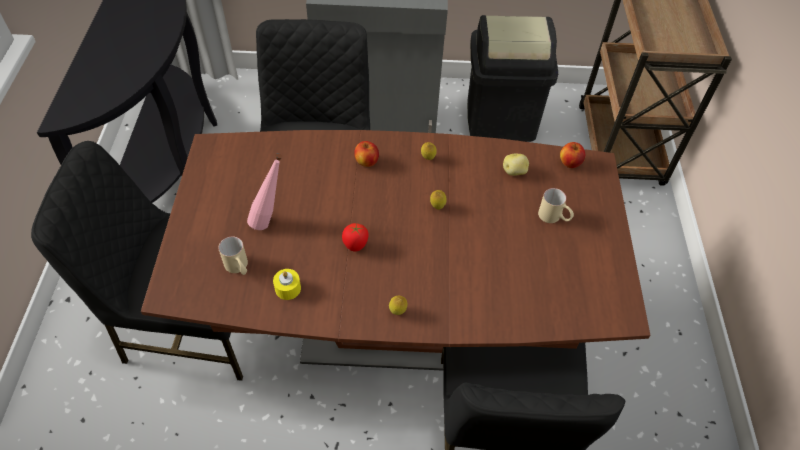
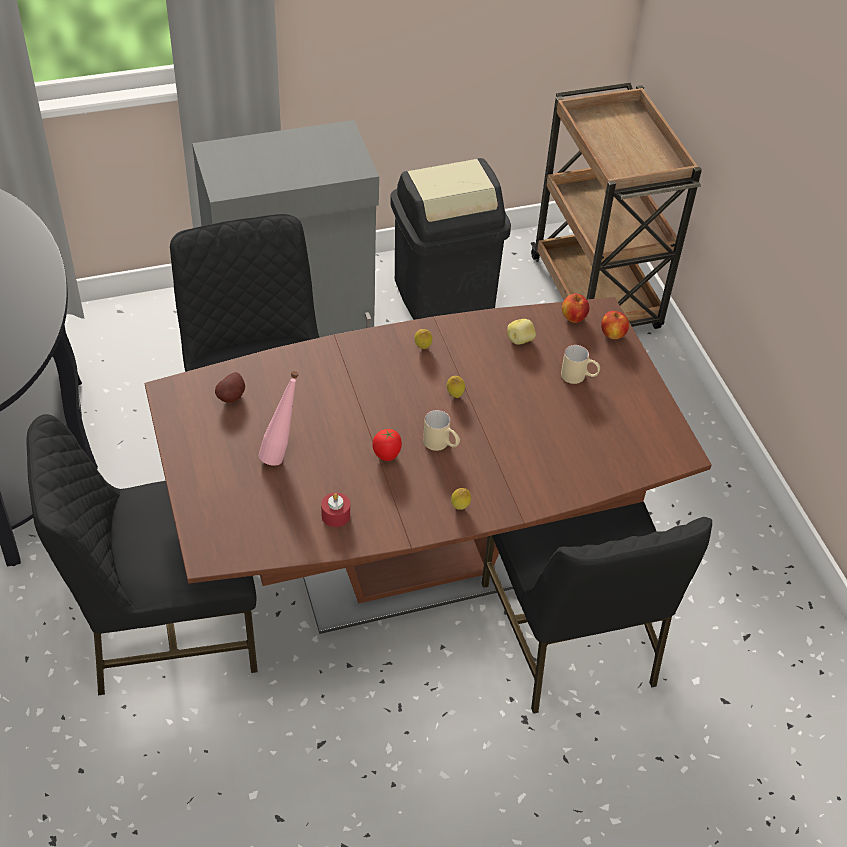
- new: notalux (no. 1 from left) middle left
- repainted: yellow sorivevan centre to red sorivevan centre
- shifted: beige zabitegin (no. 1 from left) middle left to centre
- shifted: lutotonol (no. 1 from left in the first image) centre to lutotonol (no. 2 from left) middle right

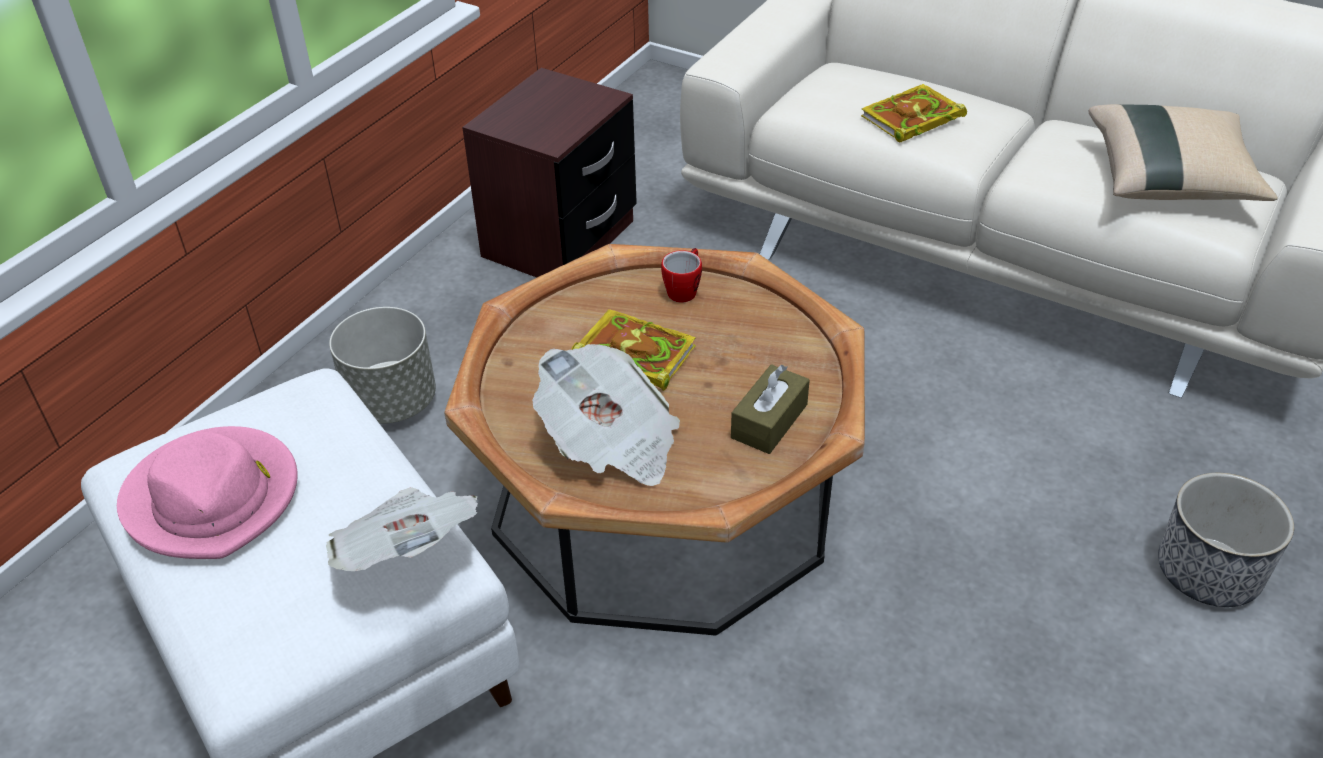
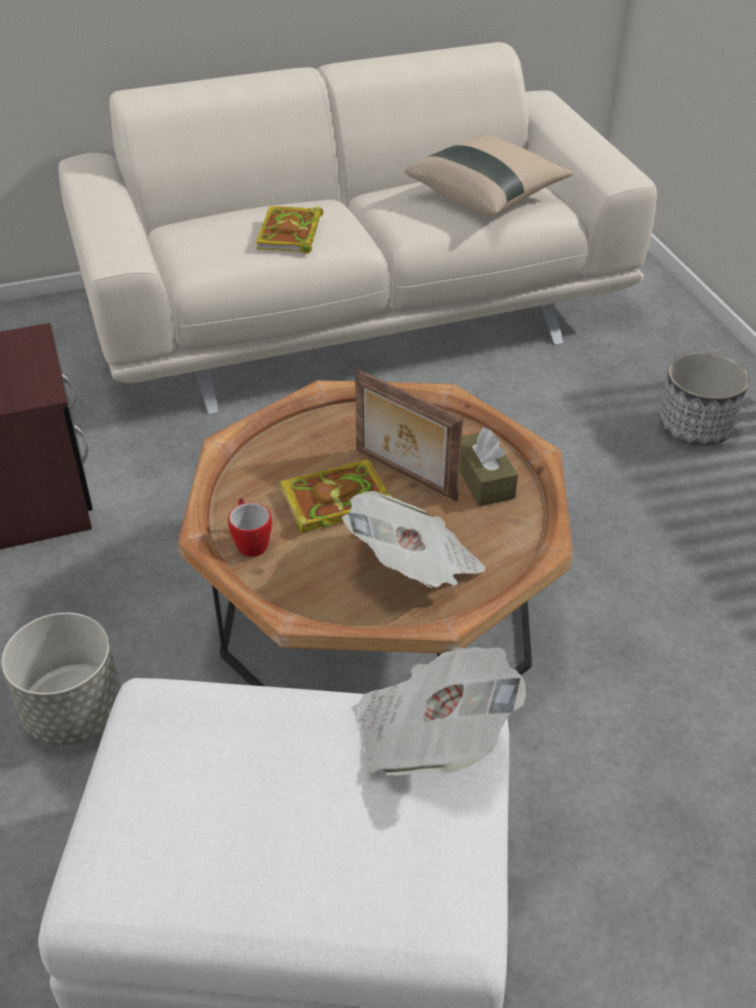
- shifted: zabitegin centre to middle left
- new: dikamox centre
- gone: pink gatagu middle left

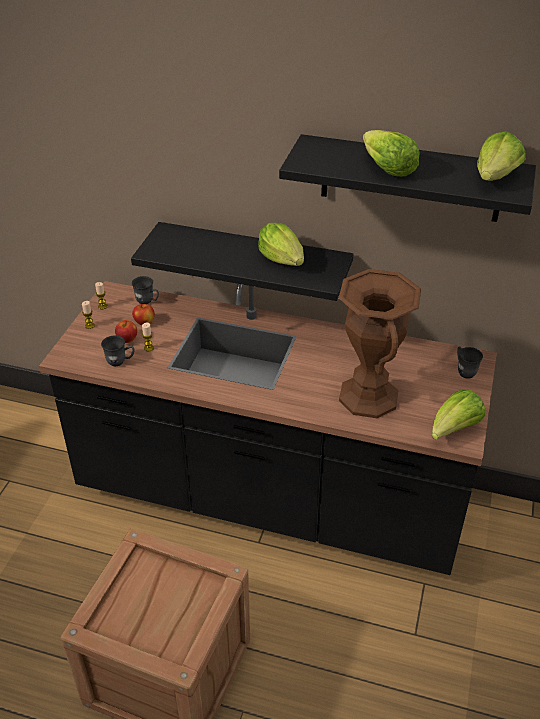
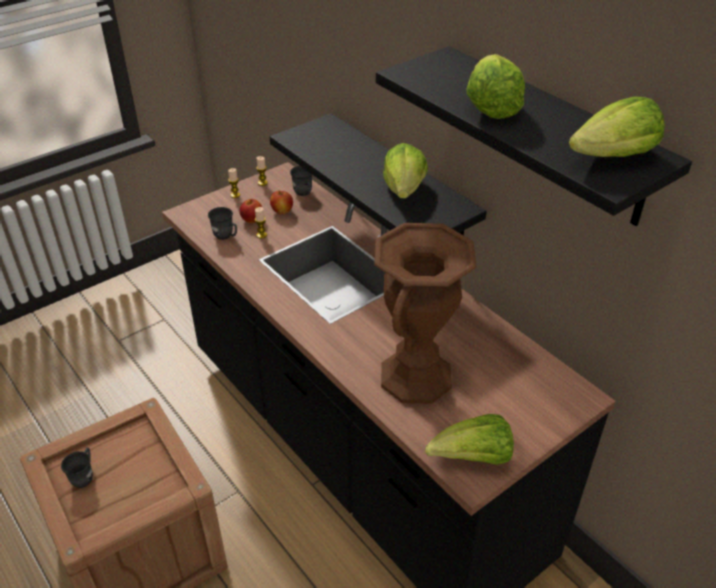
- shifted: grey zabitegin (no. 3 from left in the first image) middle right to grey zabitegin (no. 1 from left) bottom left

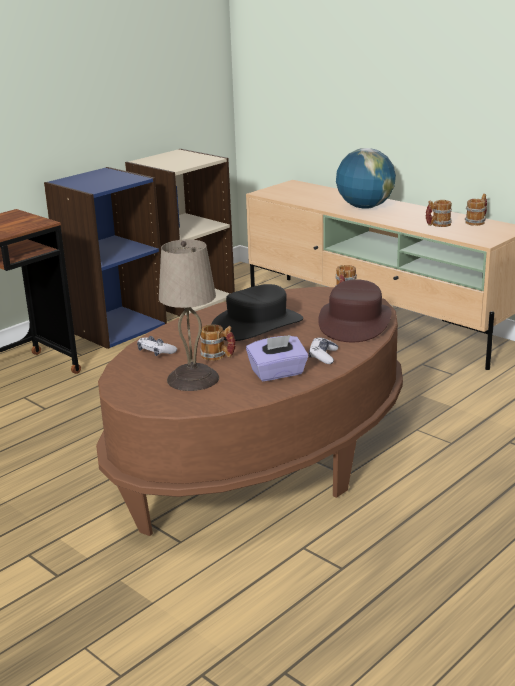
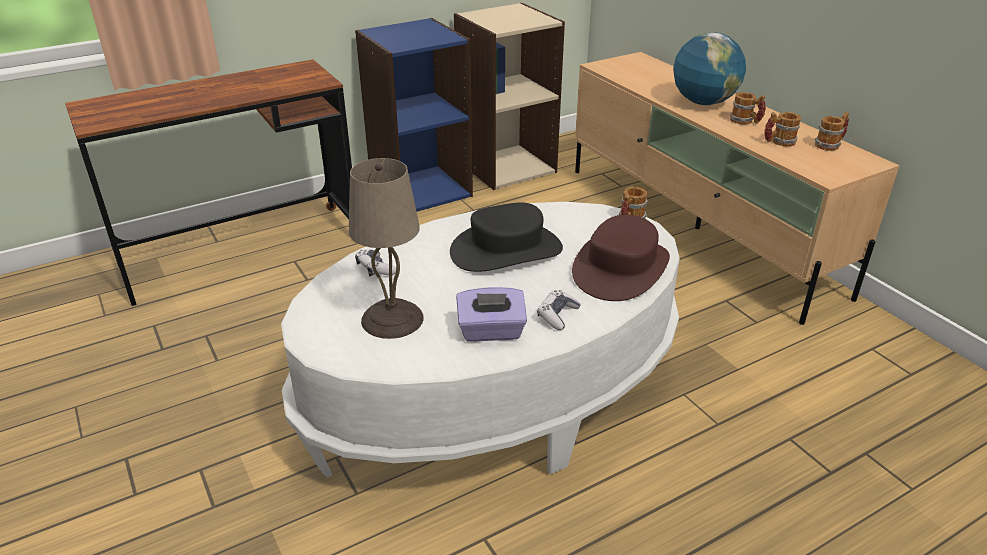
- repainted: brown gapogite centre to white gapogite centre
- shifted: zabitegin (no. 1 from left in the first image) centre to zabitegin (no. 2 from left) top right

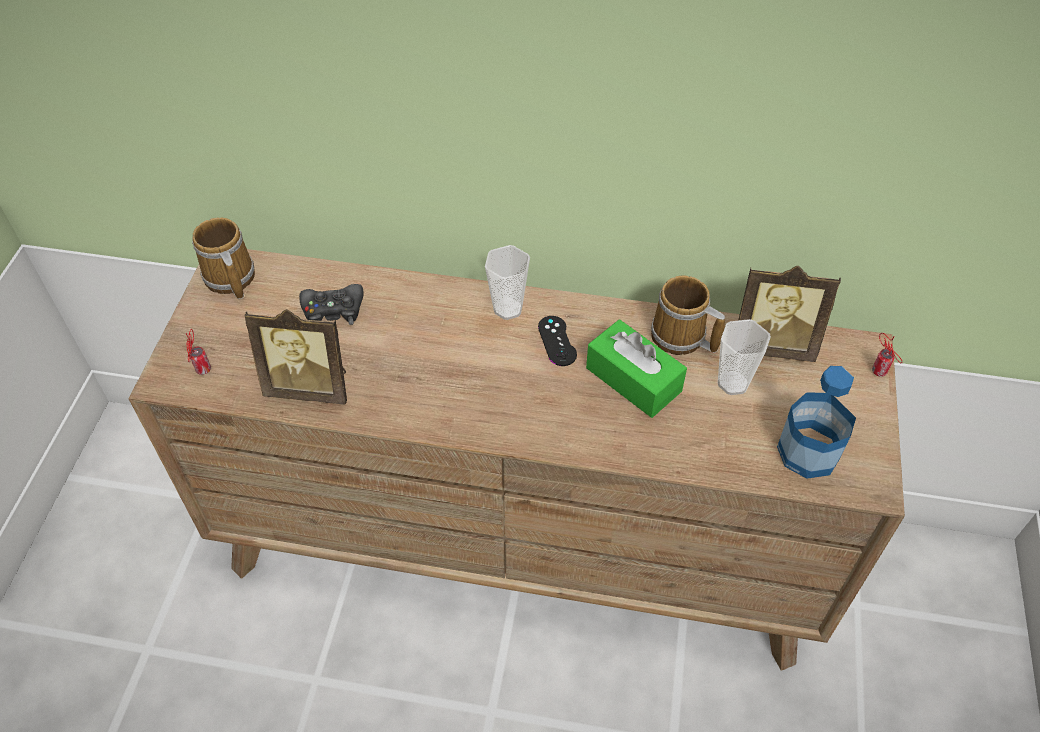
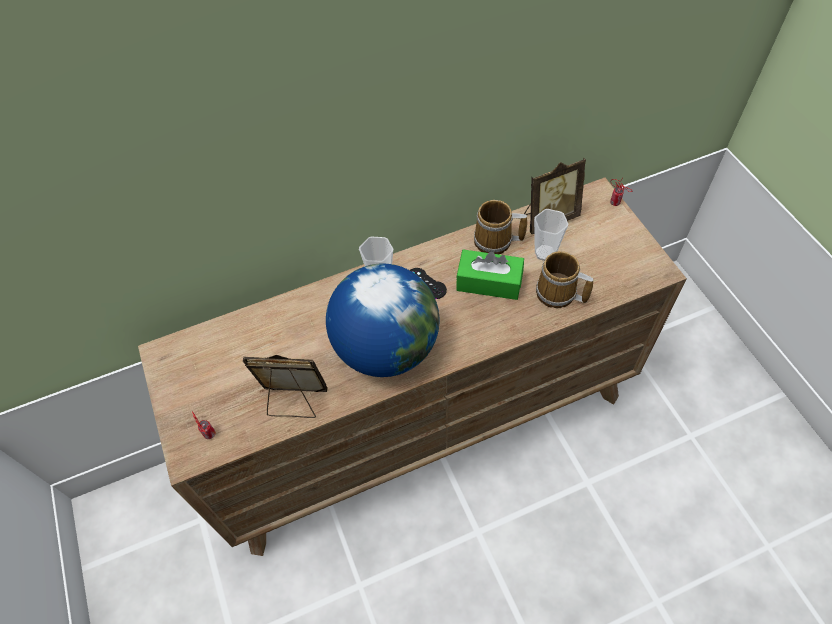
- rotated: dikamox (no. 1 from left) middle left = centre 150 degrees counterclockwise
- new: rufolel centre
- shifted: zabitegin (no. 1 from left in the first image) middle left to zabitegin (no. 2 from left) middle right
- gone: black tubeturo (no. 1 from left) middle left
- gone: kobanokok middle right

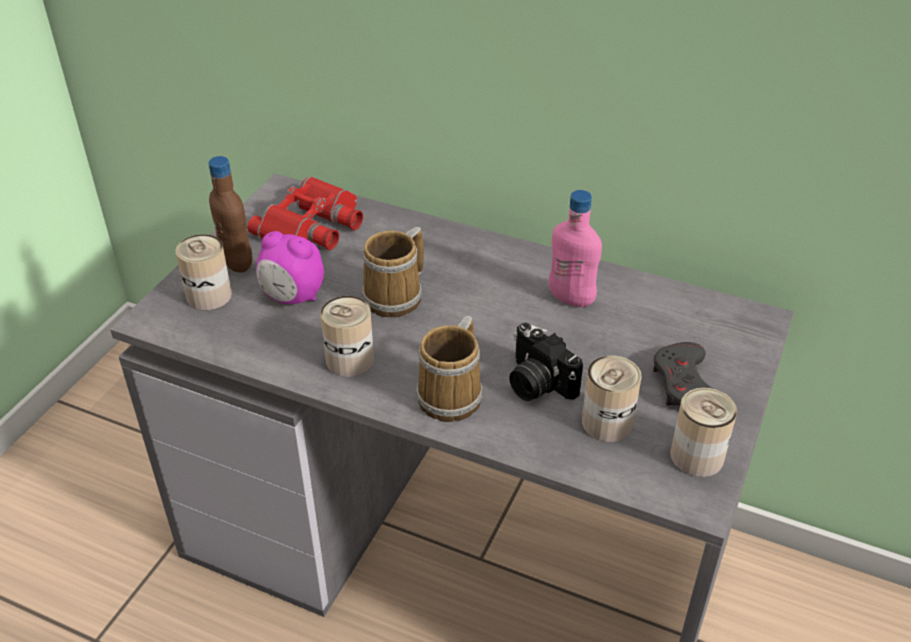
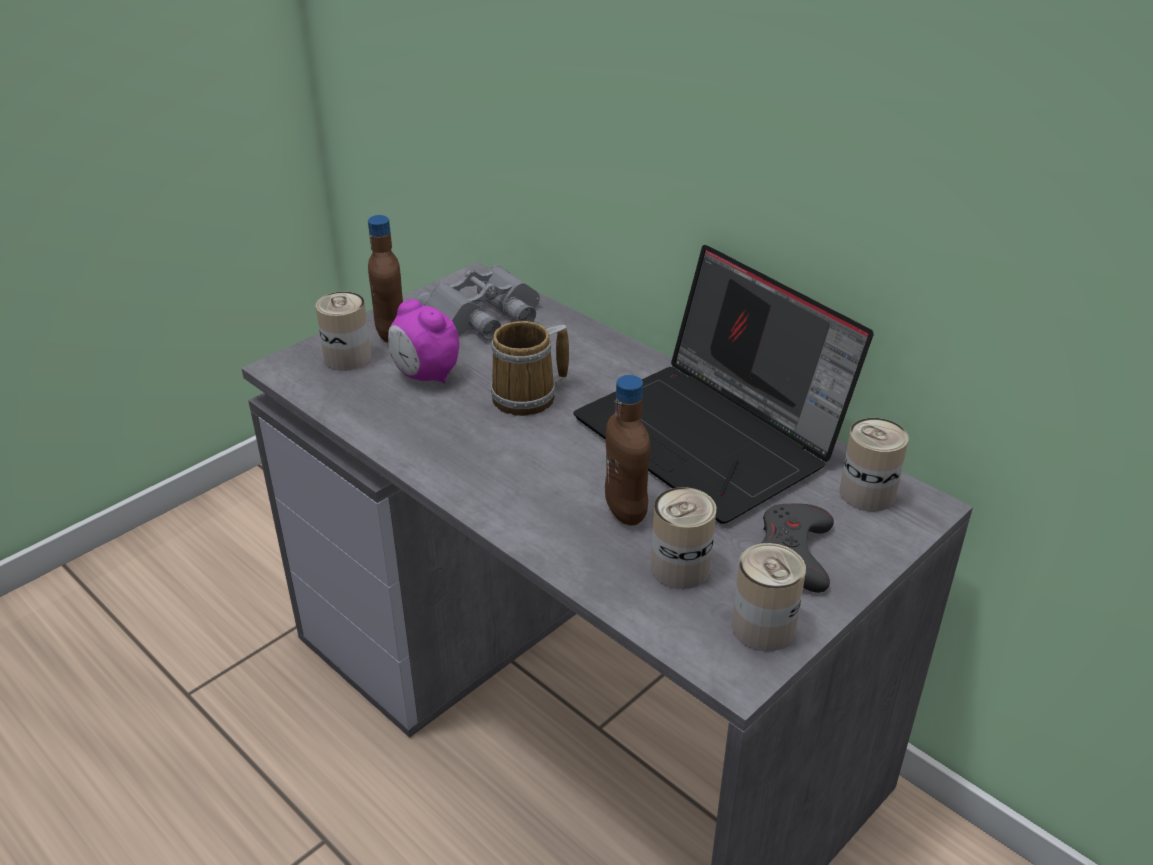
- repainted: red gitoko top centre to grey gitoko centre
- swapped: pink kobanokok centre to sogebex centre
- swapped: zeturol centre to brown kobanokok (no. 2 from left) centre
- shifted: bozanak (no. 2 from left in the first image) centre to bozanak (no. 4 from left) middle right
- gone: zabitegin (no. 2 from left) centre

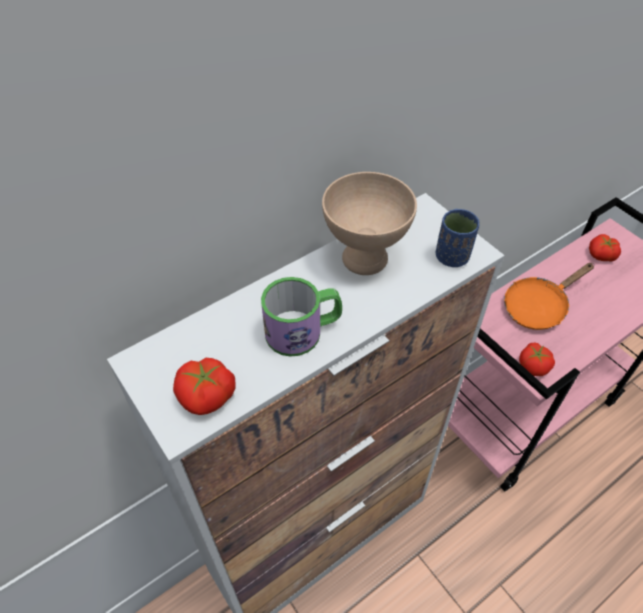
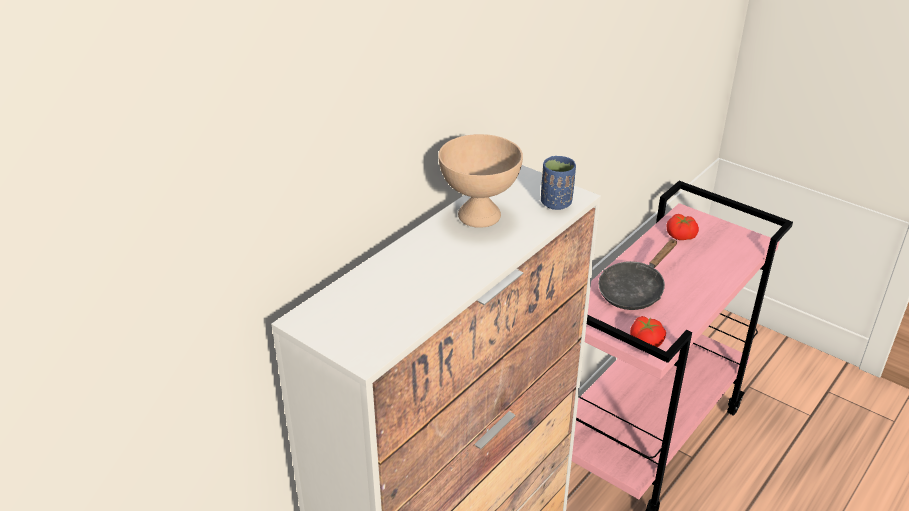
- repainted: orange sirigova middle right to black sirigova middle right
- gone: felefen (no. 1 from left) middle left
- gone: zabitegin centre

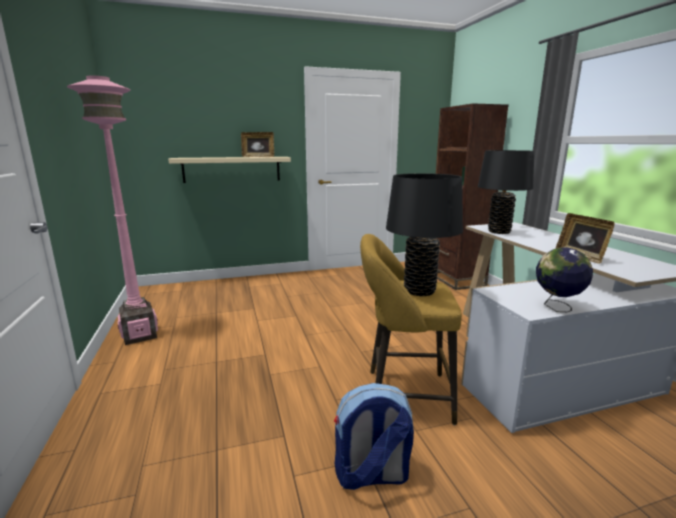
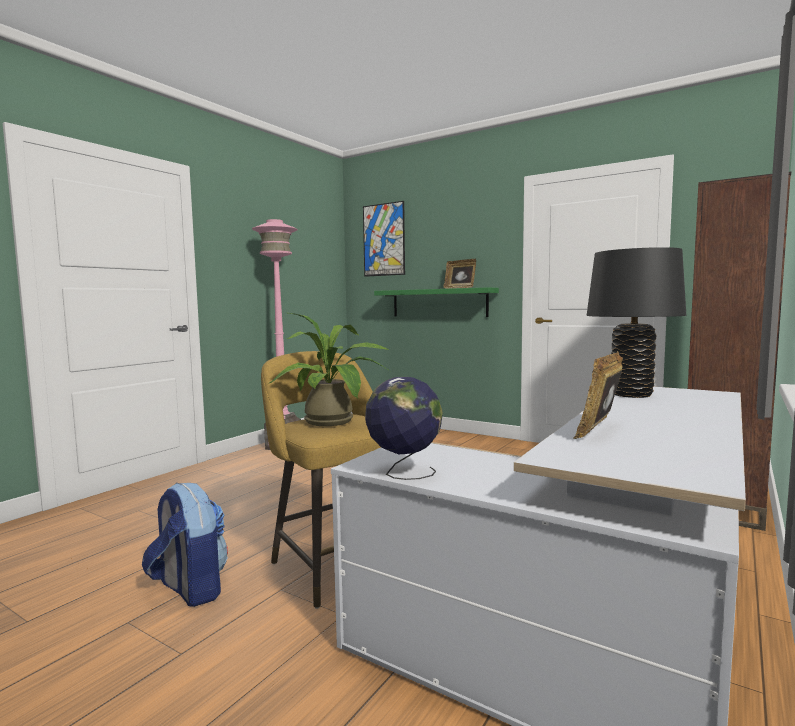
- swapped: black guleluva (no. 1 from left) centre to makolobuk centre
- new: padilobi top centre
- repainted: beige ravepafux top centre to green ravepafux centre

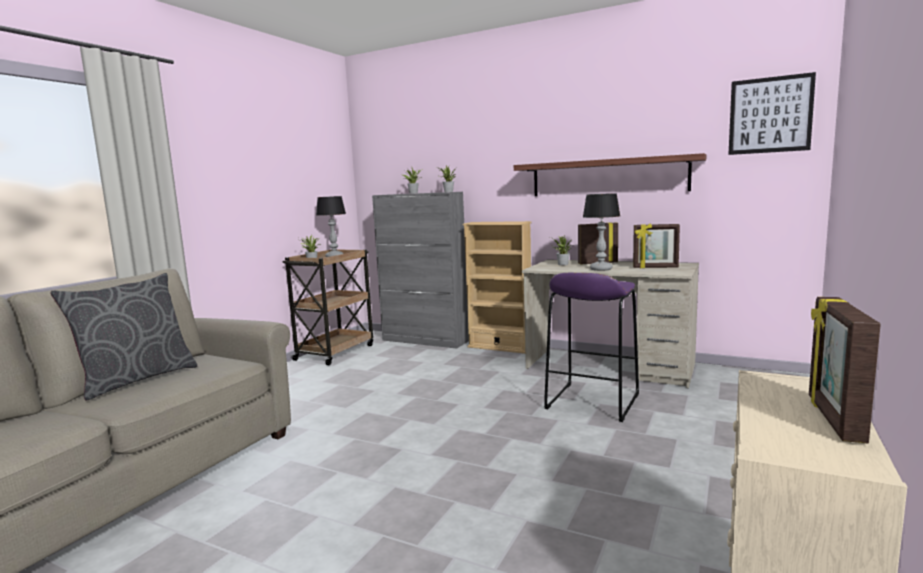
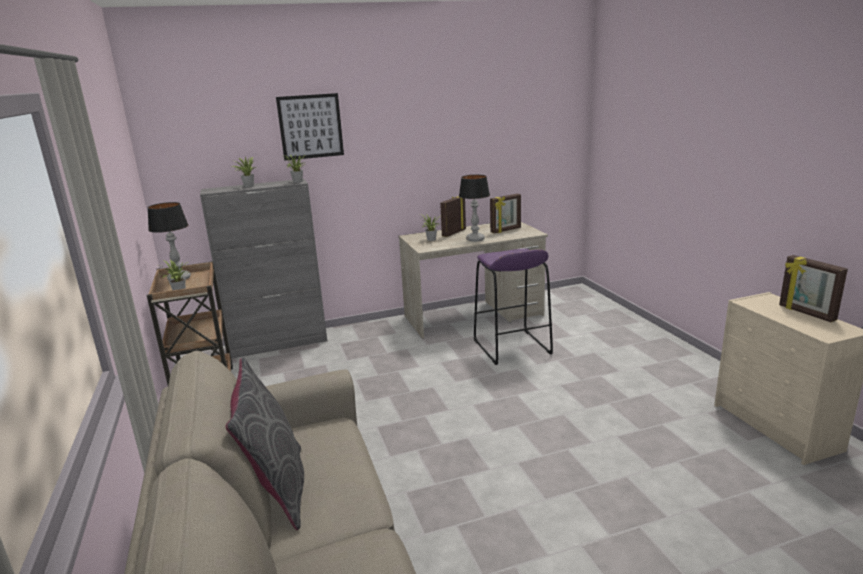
- shifted: padilobi top right to top centre
- gone: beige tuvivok centre
- gone: ravepafux top centre

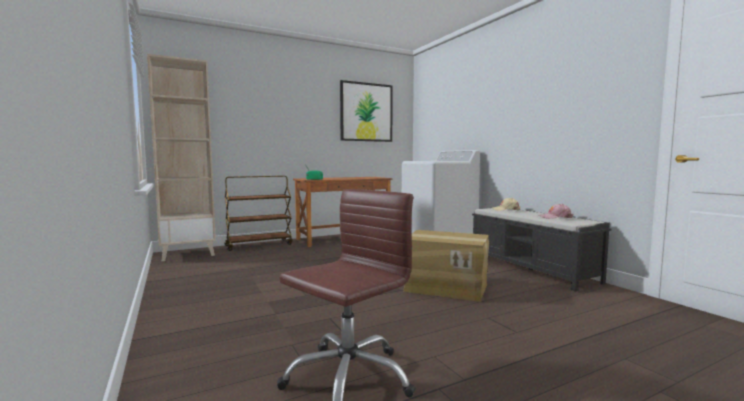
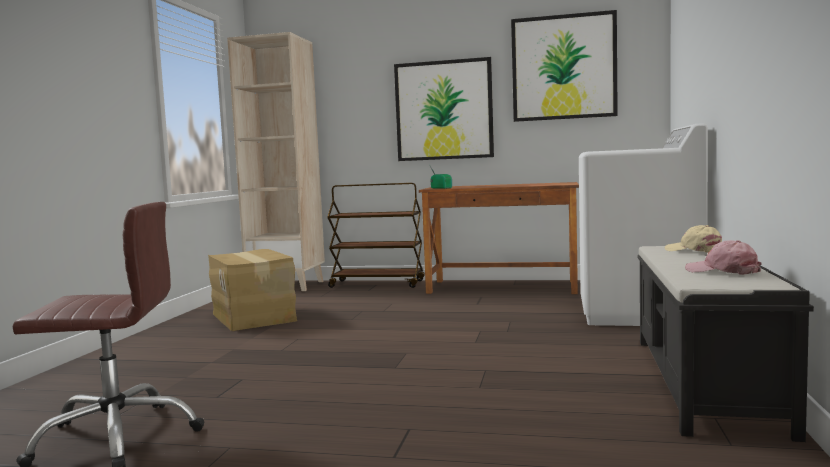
- shifted: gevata centre to middle left
- new: padilobi (no. 1 from left) top centre

